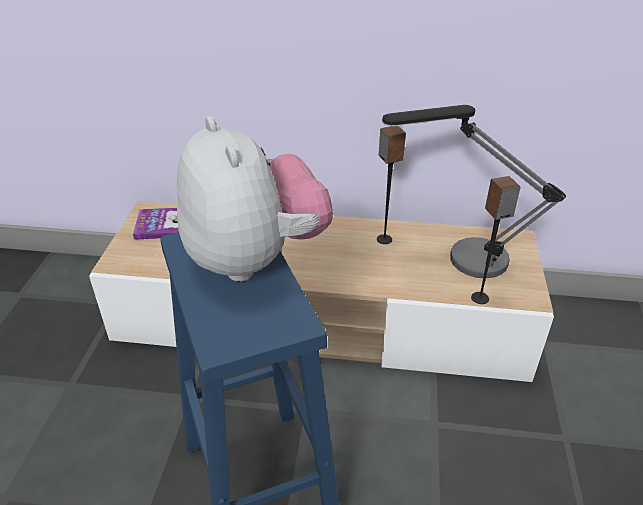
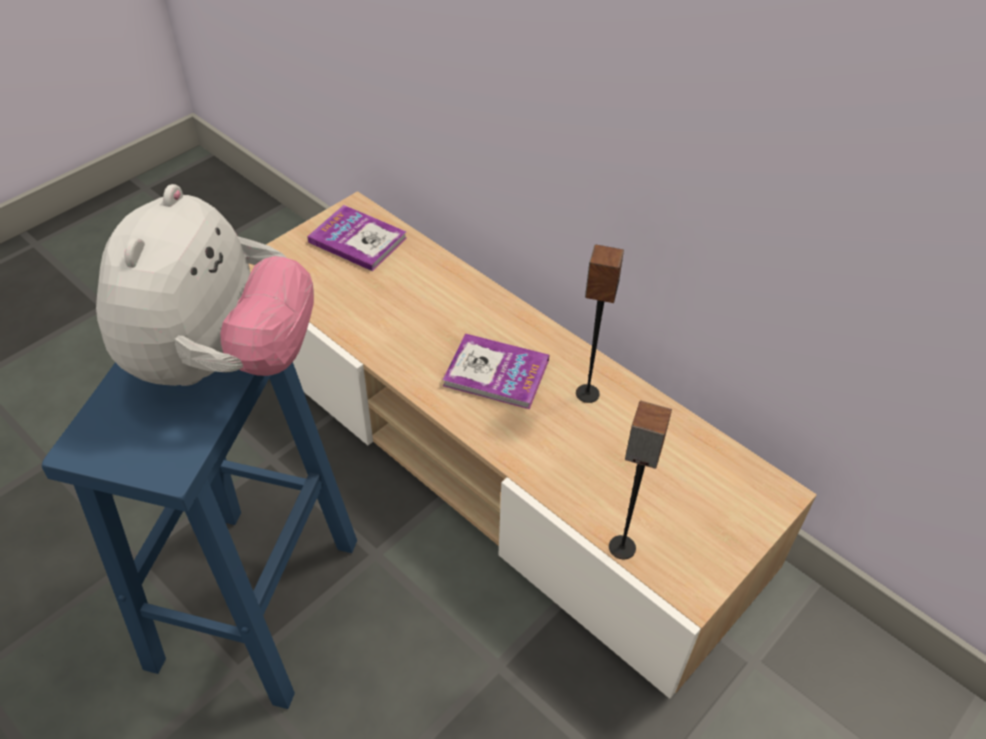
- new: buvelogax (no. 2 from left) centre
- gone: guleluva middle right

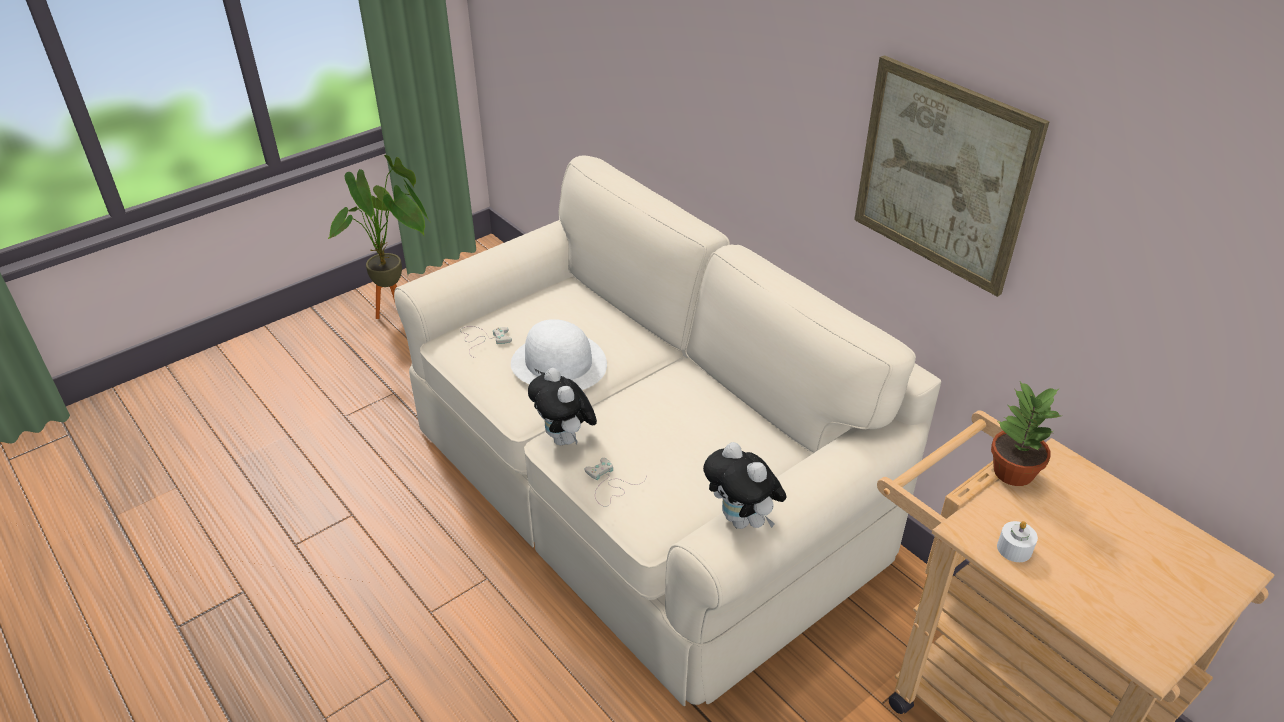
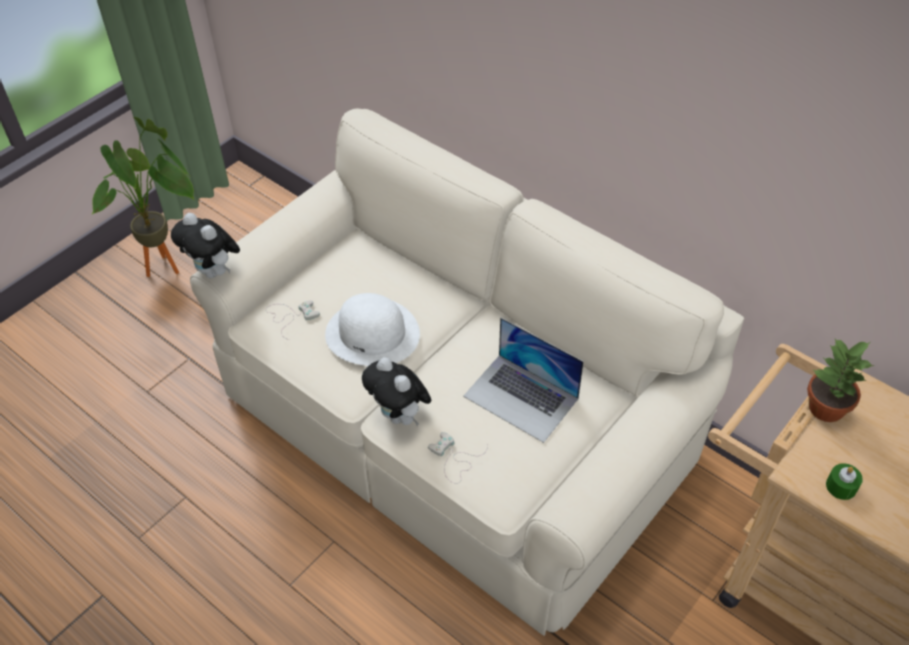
- shifted: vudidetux (no. 2 from left in the first image) bottom centre to vudidetux (no. 1 from left) middle left
- new: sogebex centre
- repainted: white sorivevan bottom right to green sorivevan bottom right
- gone: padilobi top right

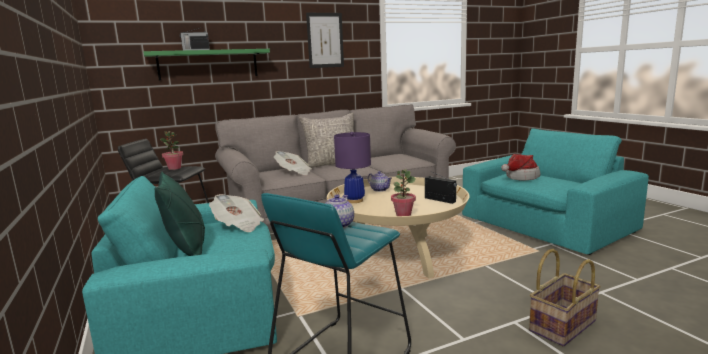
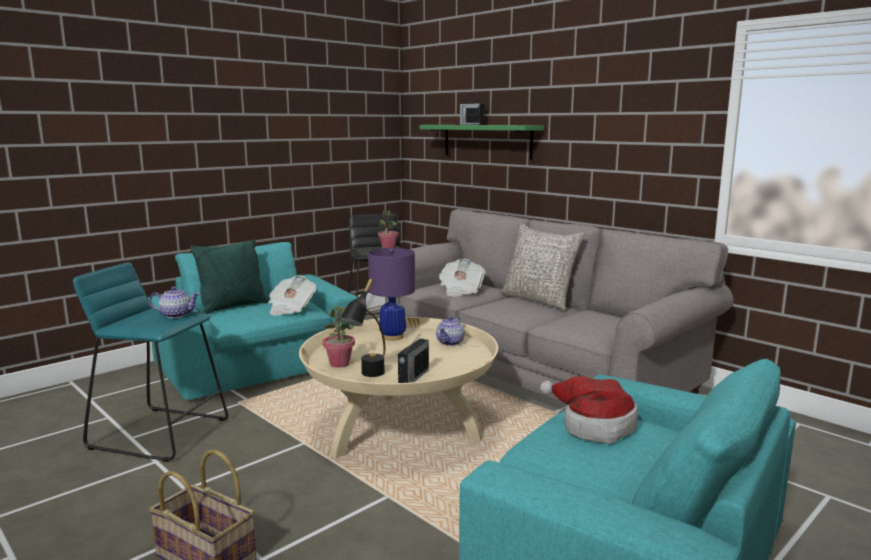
- new: black guleluva centre
- gone: padilobi top centre

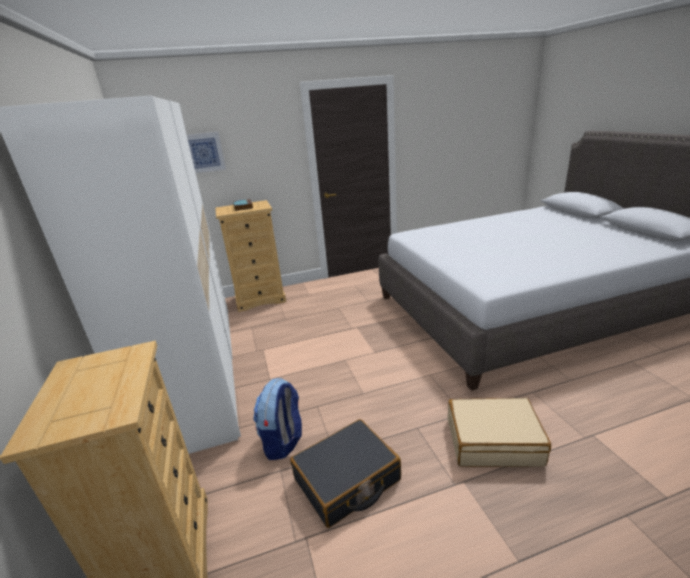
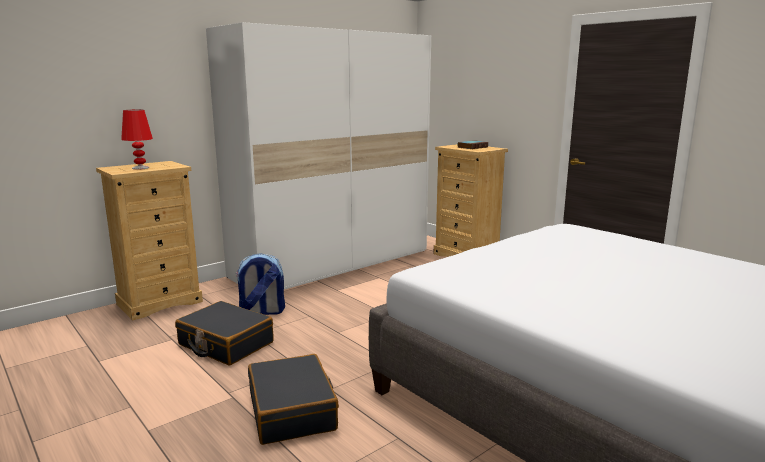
- new: red guleluva top left
- repainted: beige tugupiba bottom right to black tugupiba (no. 2 from left) bottom centre
- gone: padilobi top left

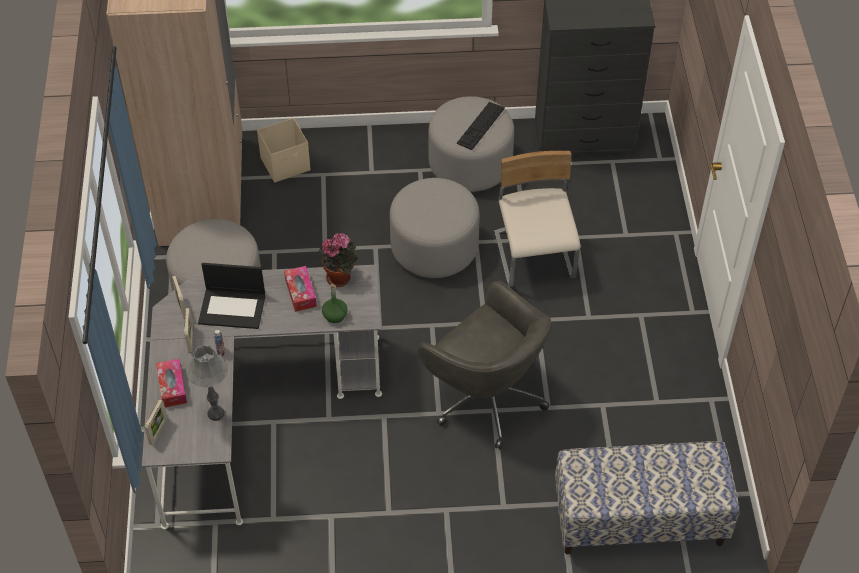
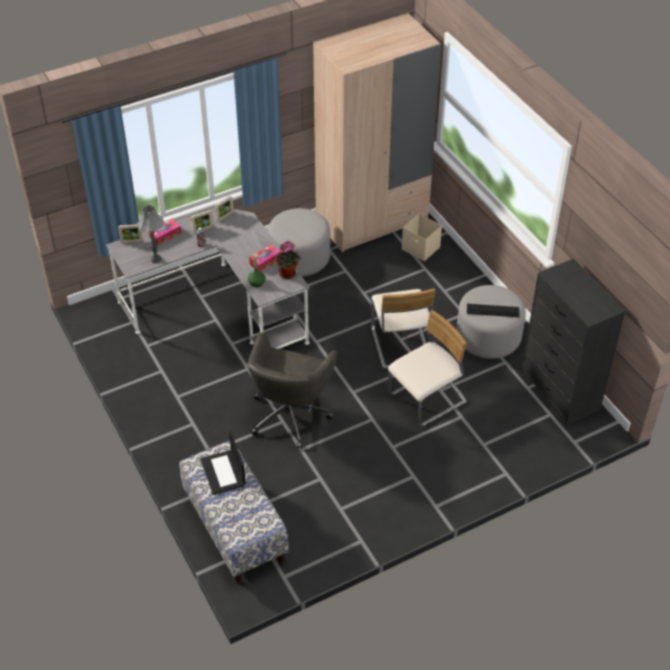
- shifted: sogebex middle left to bottom left
- swapped: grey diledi (no. 2 from left) centre to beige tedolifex (no. 1 from left) centre

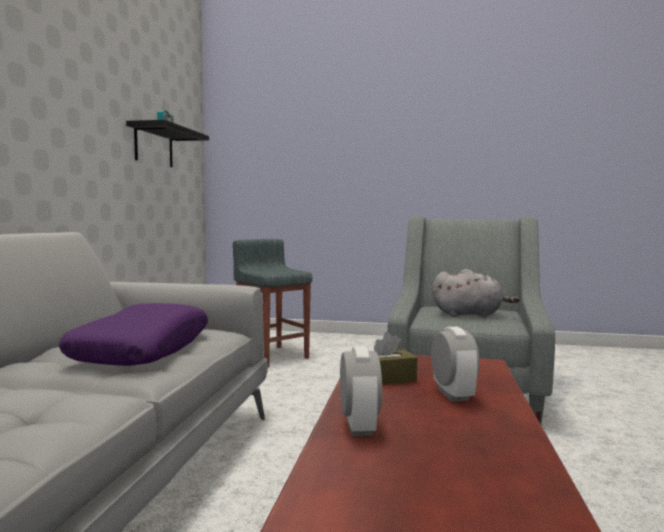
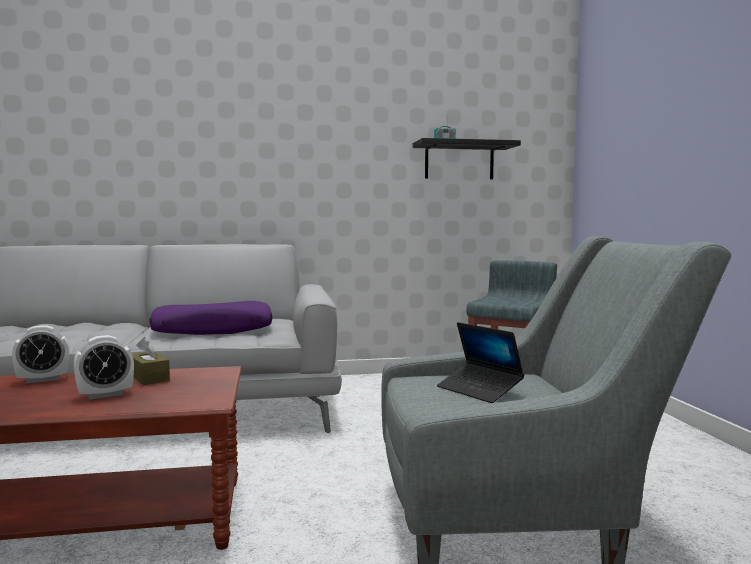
- swapped: grey vudidetux middle right to sogebex centre

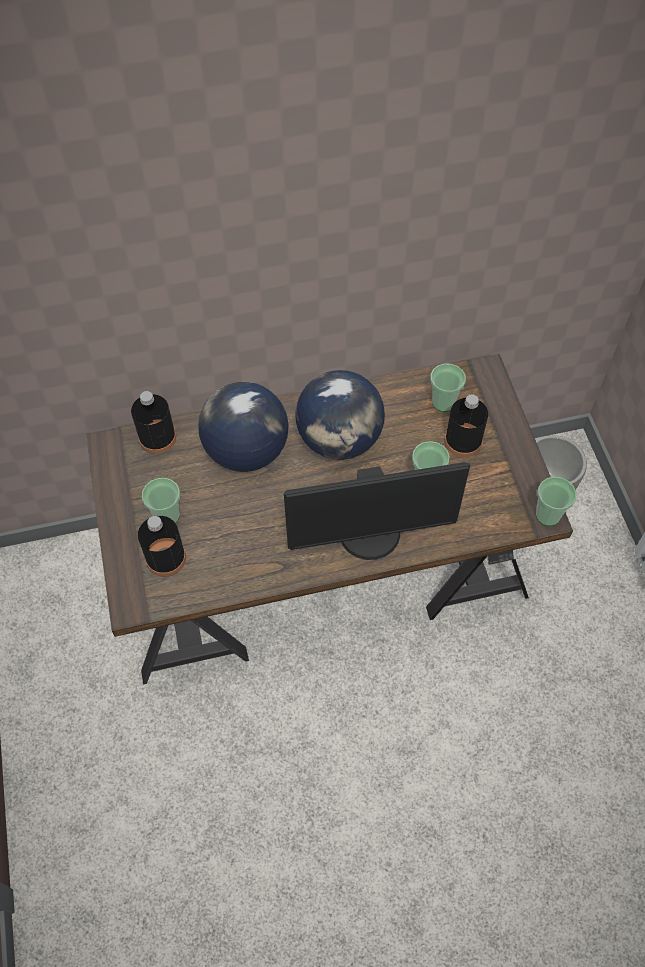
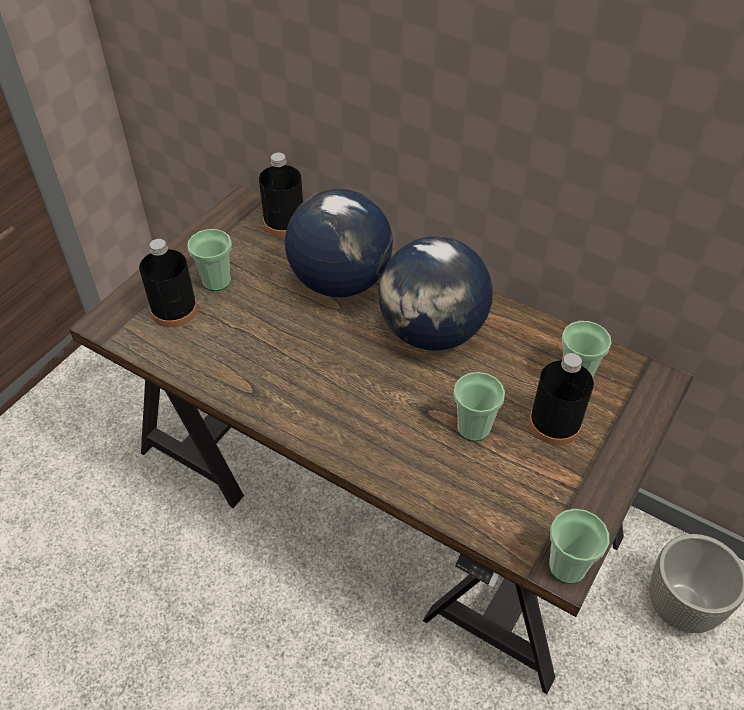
- gone: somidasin centre

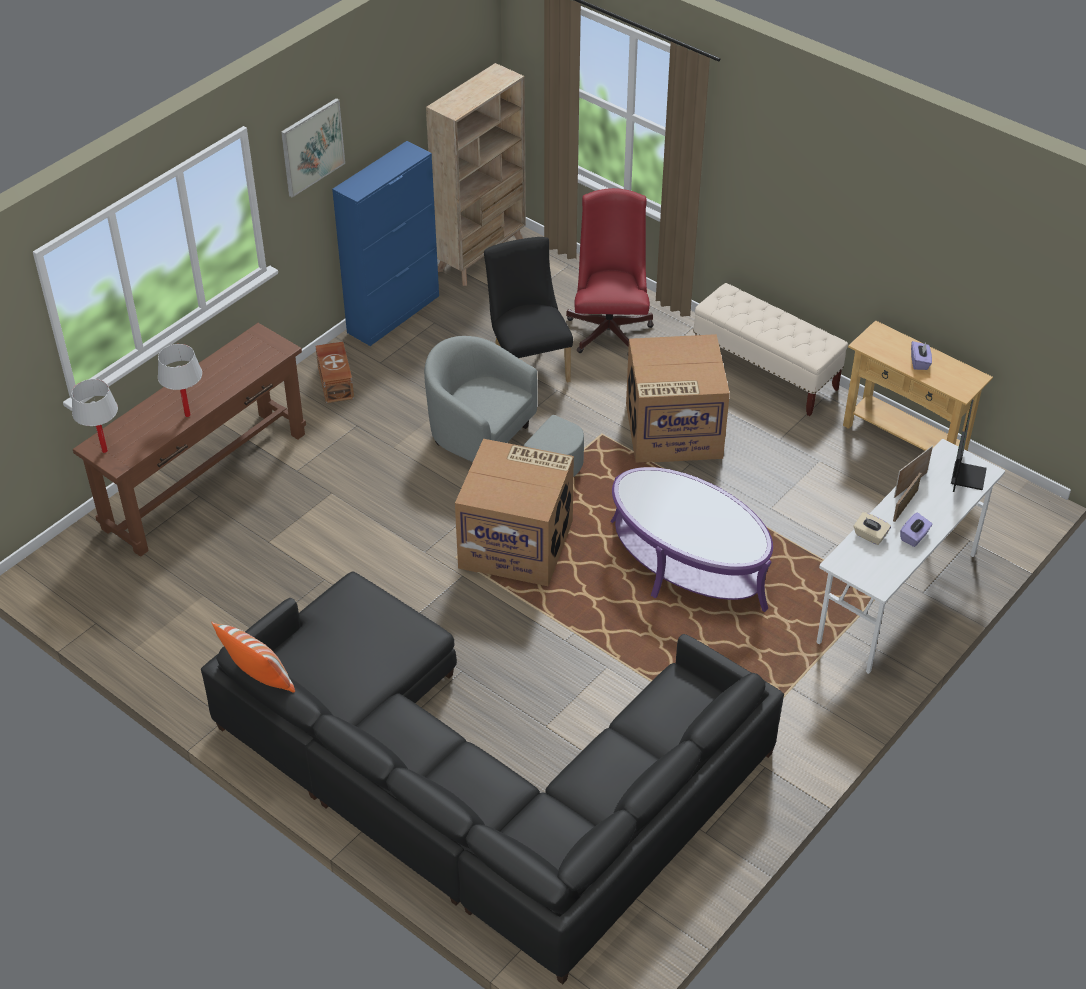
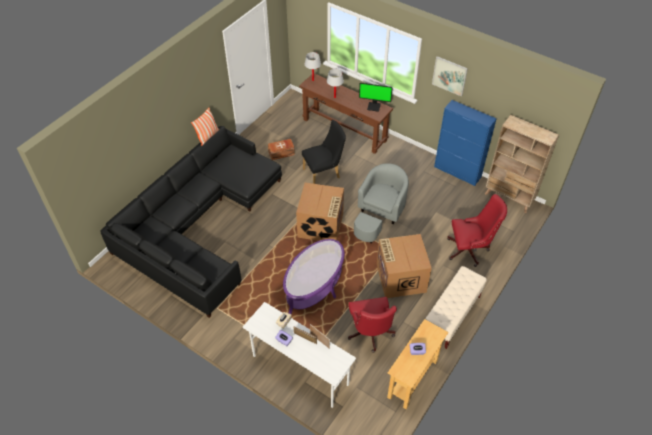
- shifted: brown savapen middle left to centre
- shifted: black tedolifex top centre to centre
- new: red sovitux (no. 1 from left) bottom centre
- shifted: somidasin middle right to top centre

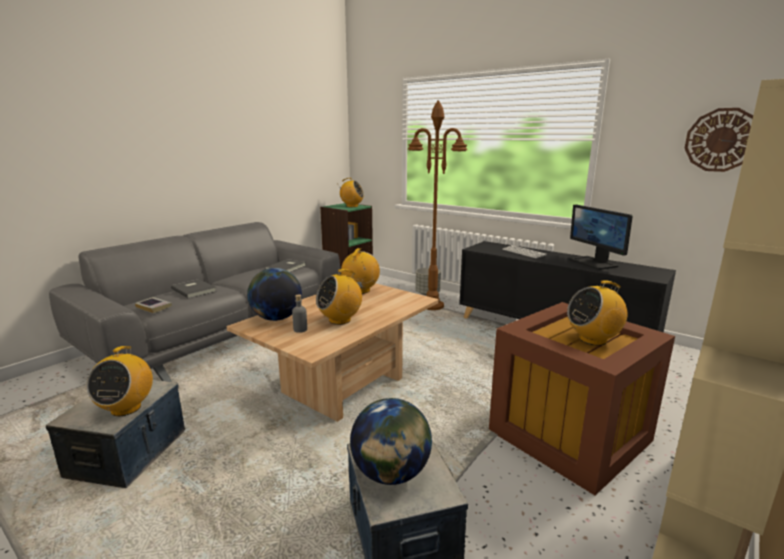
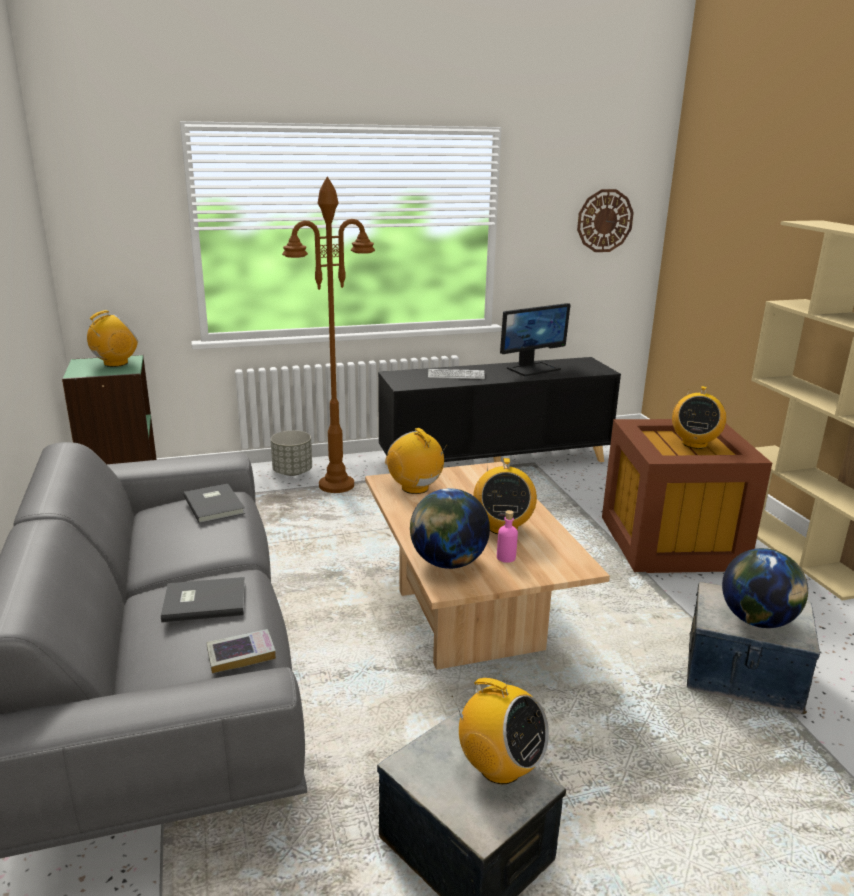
- repainted: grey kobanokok centre to pink kobanokok centre
- rotated: somidasin middle right = centre 45 degrees counterclockwise

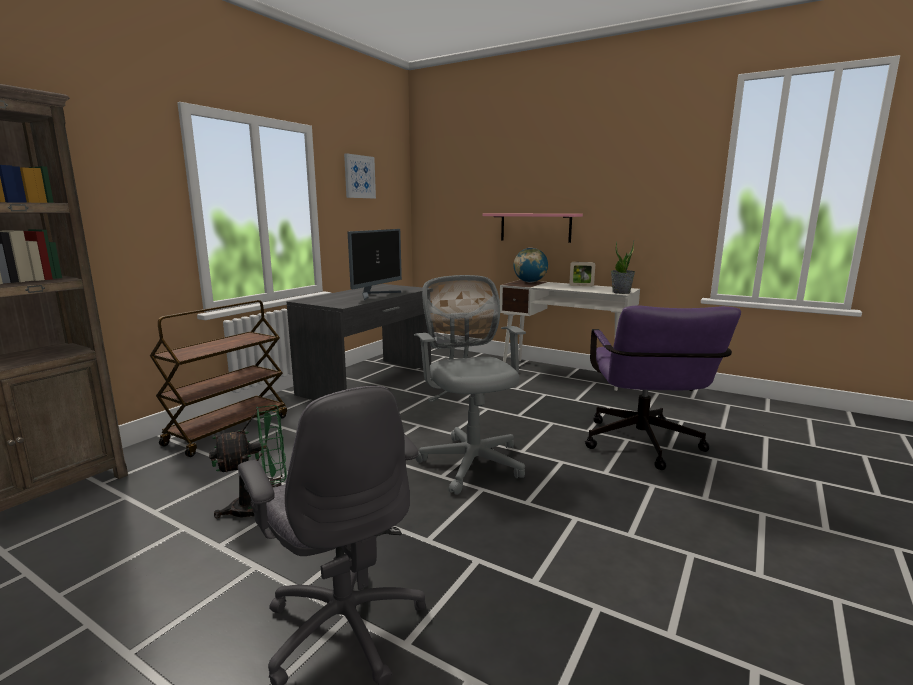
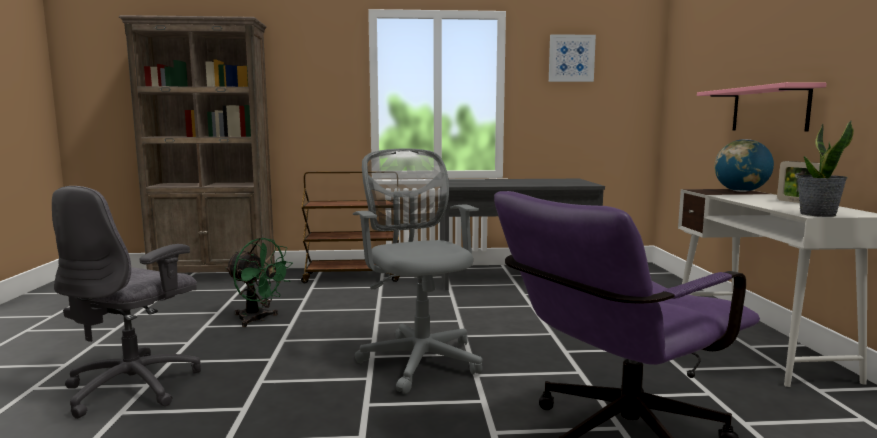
- rotated: grey sovitux (no. 2 from left) centre = centre 60 degrees counterclockwise
- gone: somidasin centre

